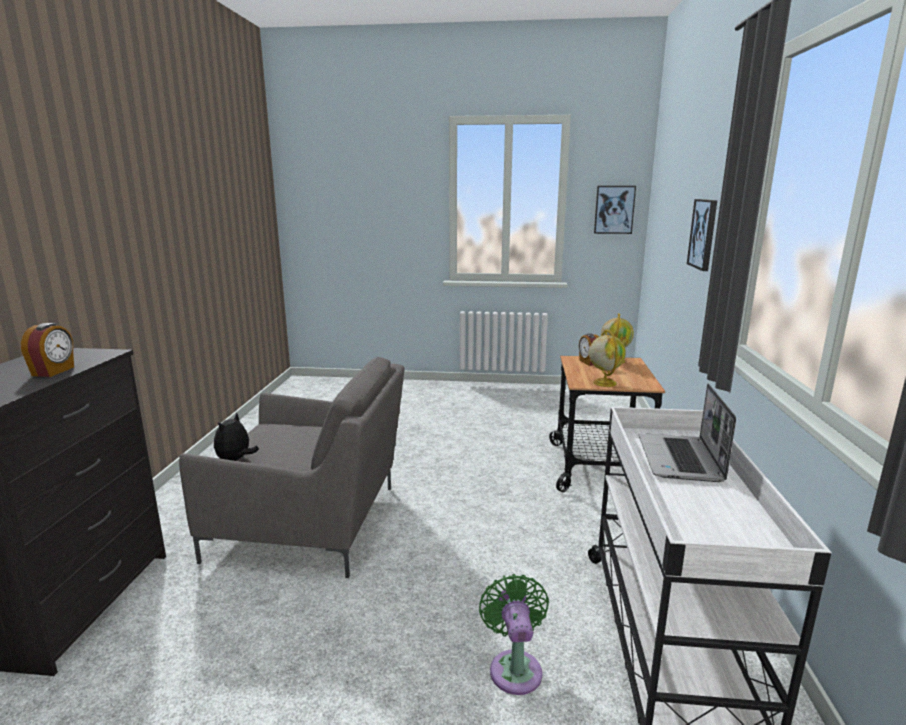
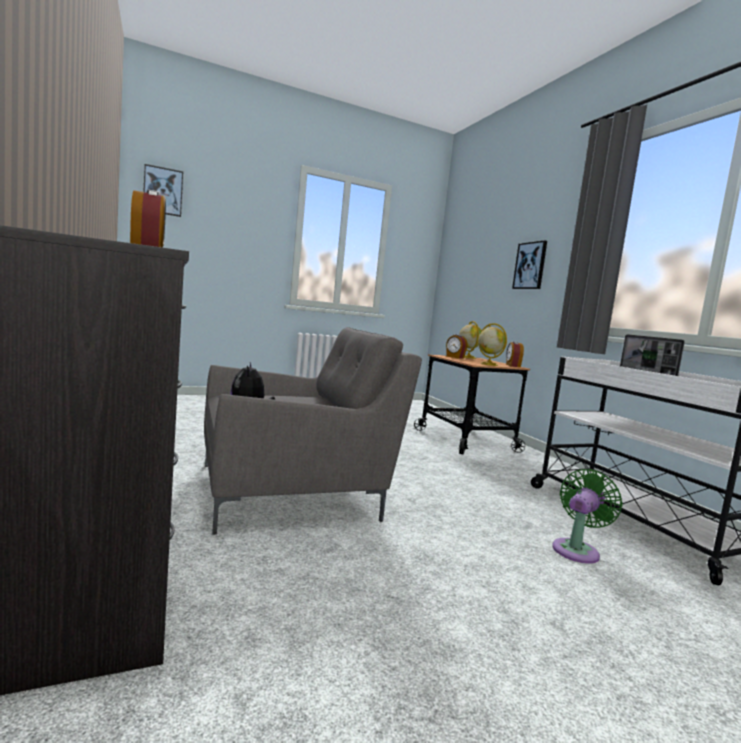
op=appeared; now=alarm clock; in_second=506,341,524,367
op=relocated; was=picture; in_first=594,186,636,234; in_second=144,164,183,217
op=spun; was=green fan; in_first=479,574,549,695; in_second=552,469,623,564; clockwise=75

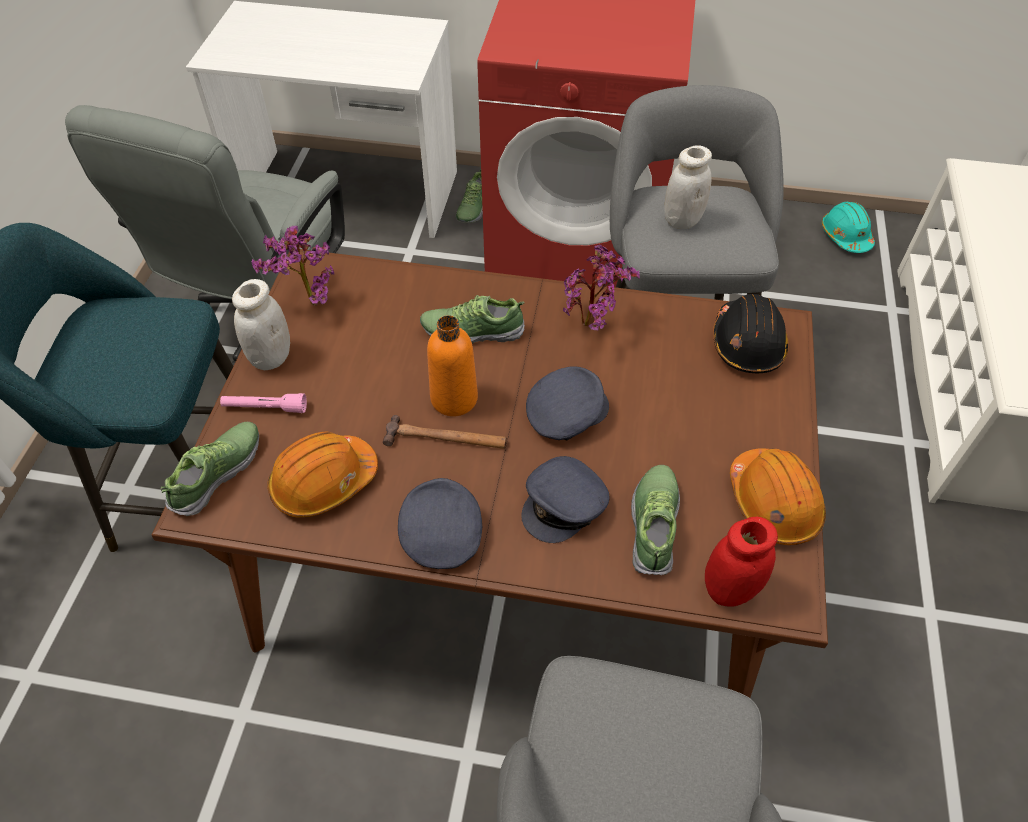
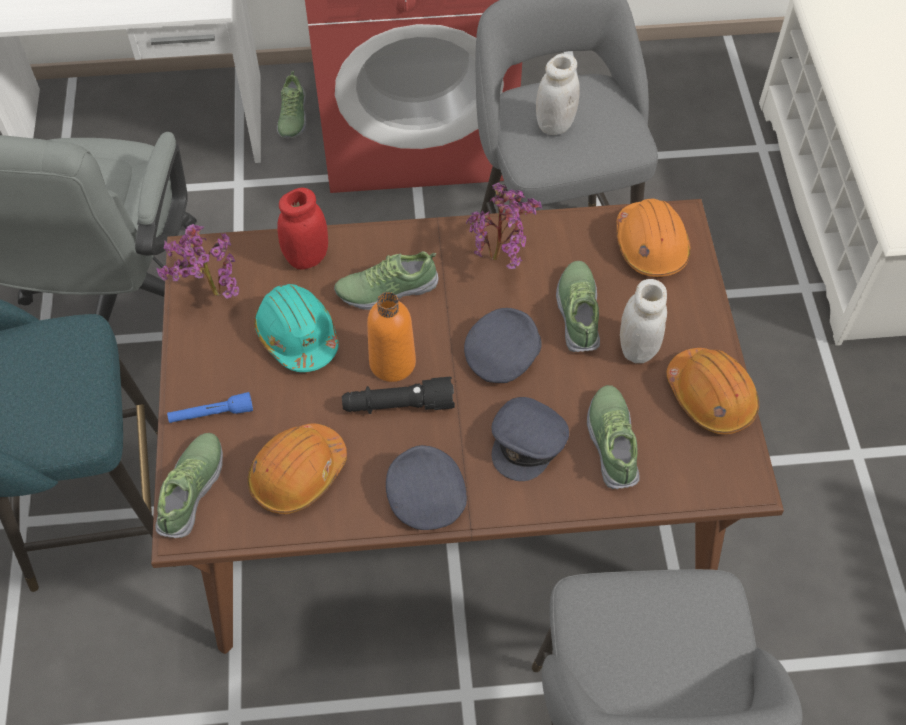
op=appeared; now=shoe; in_second=556,261,600,352
op=relocated; was=white jar; in_first=232,279,290,370; in_second=620,279,667,363
op=relocated; was=red jar; in_first=705,517,778,607; in_second=277,188,328,270
op=relocated; was=turquoise hard hat; in_first=822,202,875,253; in_second=254,284,339,372
op=exchanged; was=hammer; now=black flashlight; in_first=383,415,507,449; in_second=342,377,455,414
op=colour; was=pink flashlight; now=blue flashlight; in_first=220,393,307,413; in_second=167,392,253,423
op=colour; was=black hard hat; now=orange hard hat; in_first=713,294,789,373; in_second=617,199,691,277

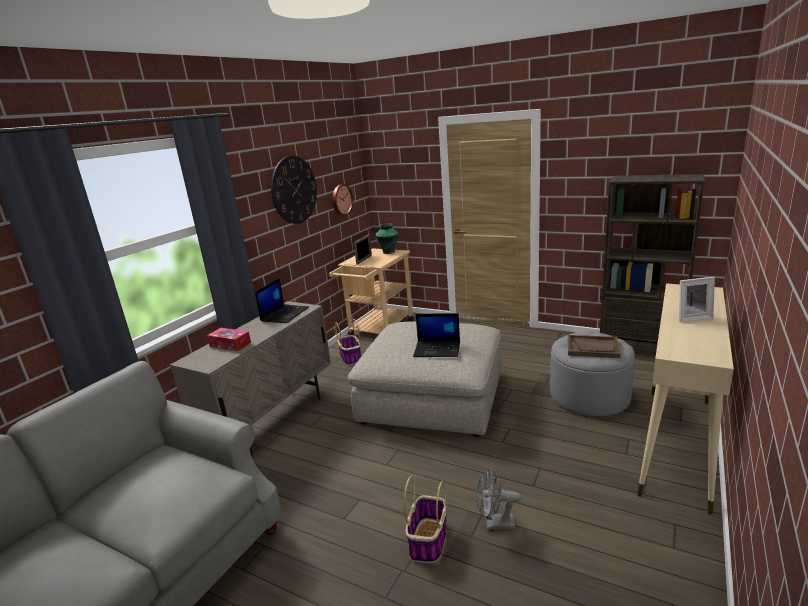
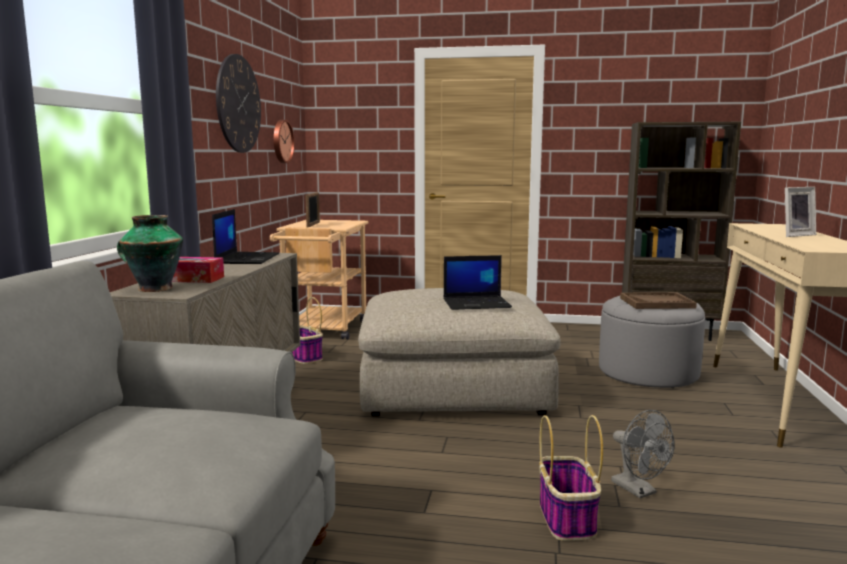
op=relocated; was=vase; in_first=374,224,398,254; in_second=117,215,183,292
op=spun; was=grey fan; in_first=476,468,521,529; in_second=611,410,675,498; clockwise=-105

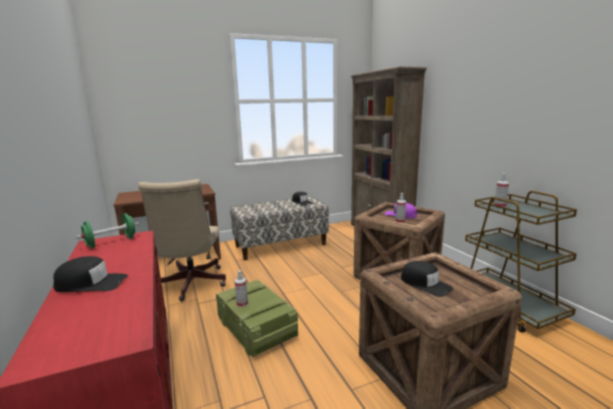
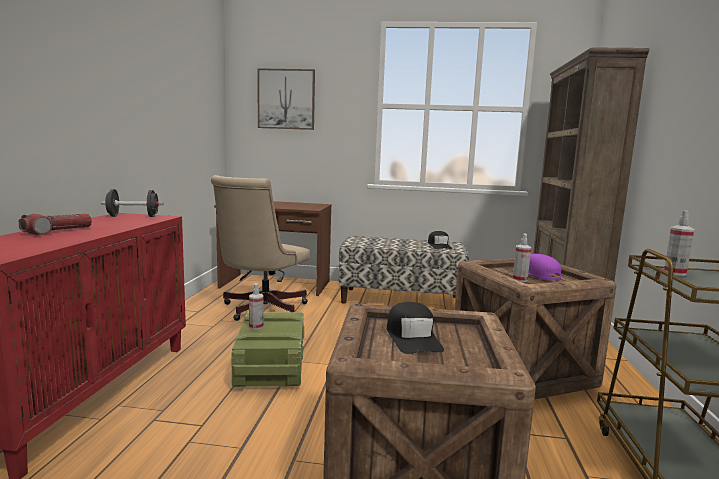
op=appeared; now=picture; in_second=257,68,315,130
op=exchanged; was=black cap; now=flashlight; in_first=53,256,128,292; in_second=19,214,92,235
op=colour; was=green dumbbell; now=black dumbbell; in_first=76,213,139,248; in_second=101,189,164,217

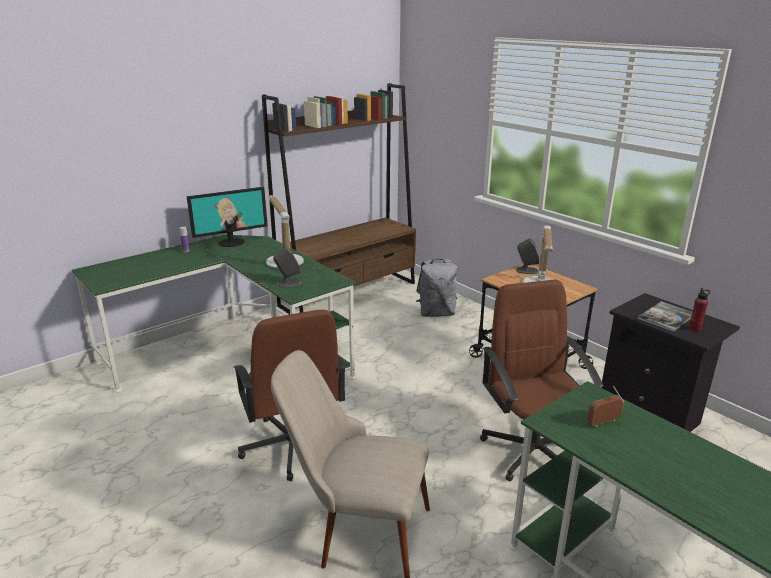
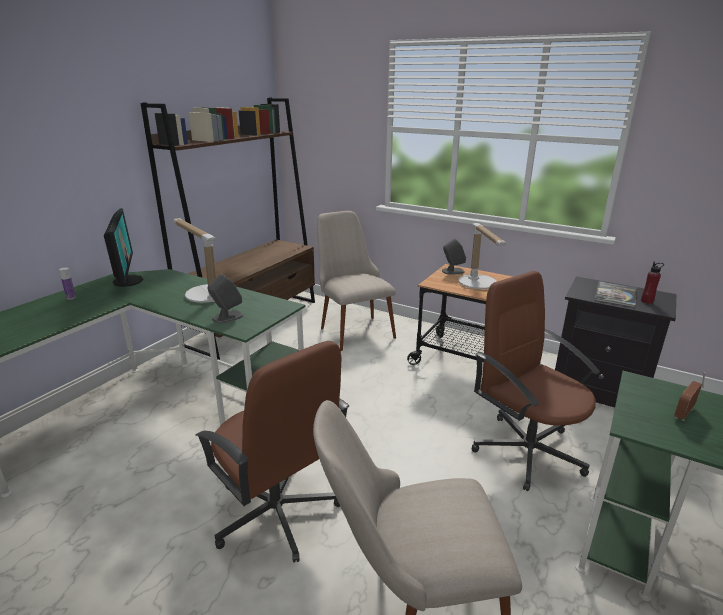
op=exchanged; was=grey backpack; now=beige chair; in_first=416,259,458,317; in_second=317,211,396,351
op=spun; was=monitor; in_first=186,187,268,247; in_second=104,208,143,287; clockwise=-60

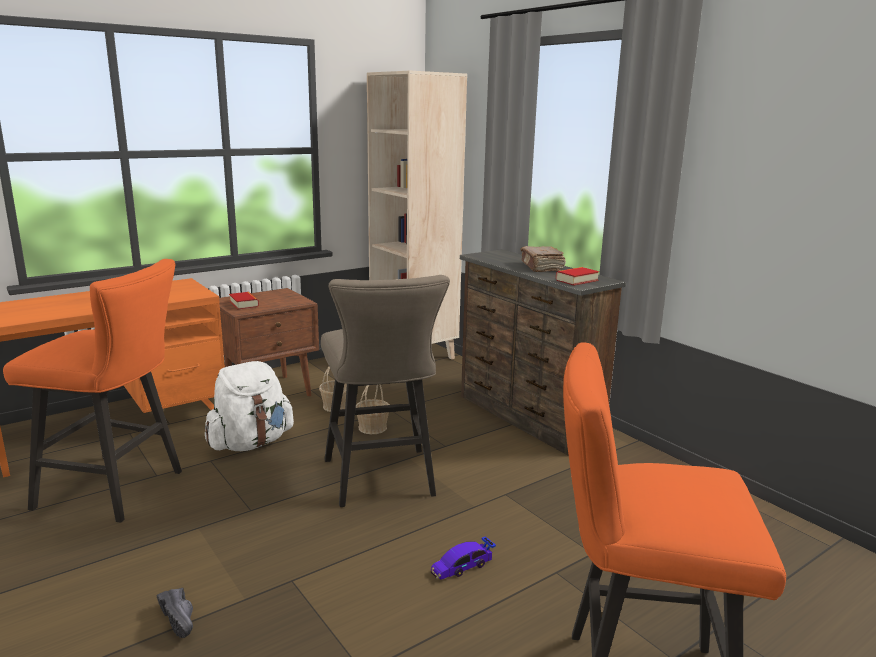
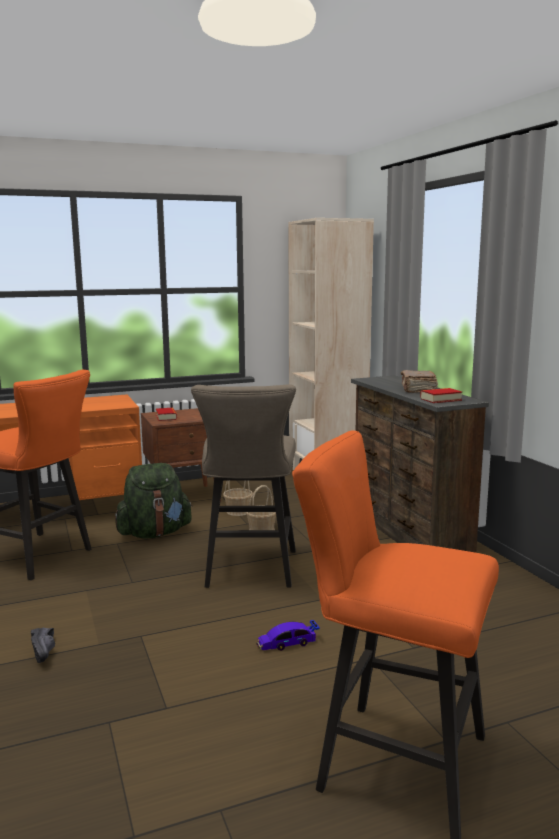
op=colour; was=white backpack; now=green backpack; in_first=205,361,294,451; in_second=115,463,193,538

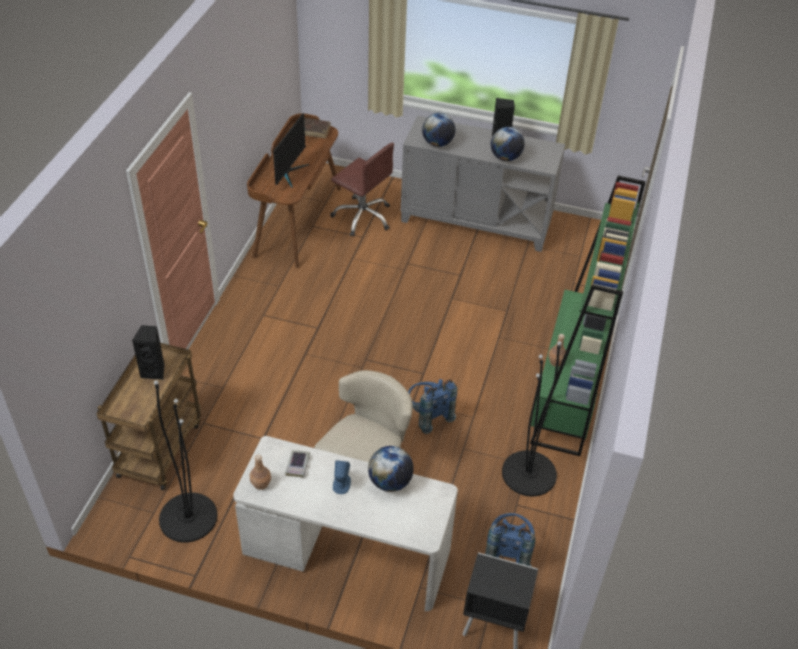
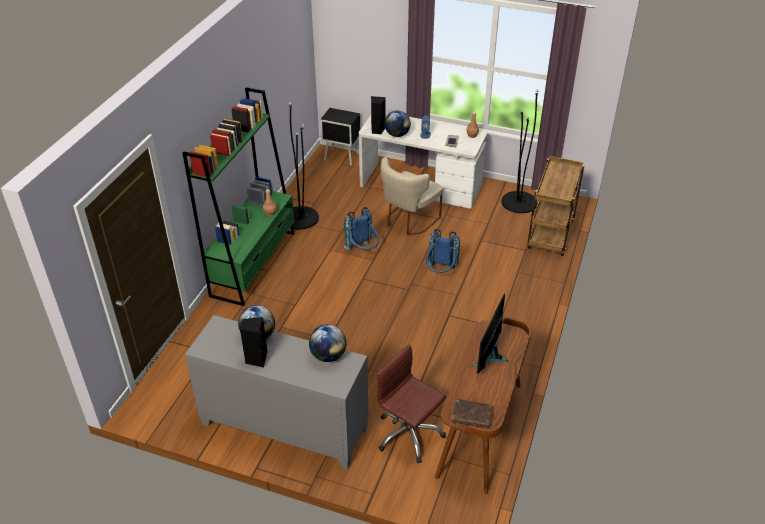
op=relocated; was=black speaker; in_first=132,325,165,380; in_second=371,96,386,134
op=relocated; was=blue backpack; in_first=485,513,535,567; in_second=426,229,460,273

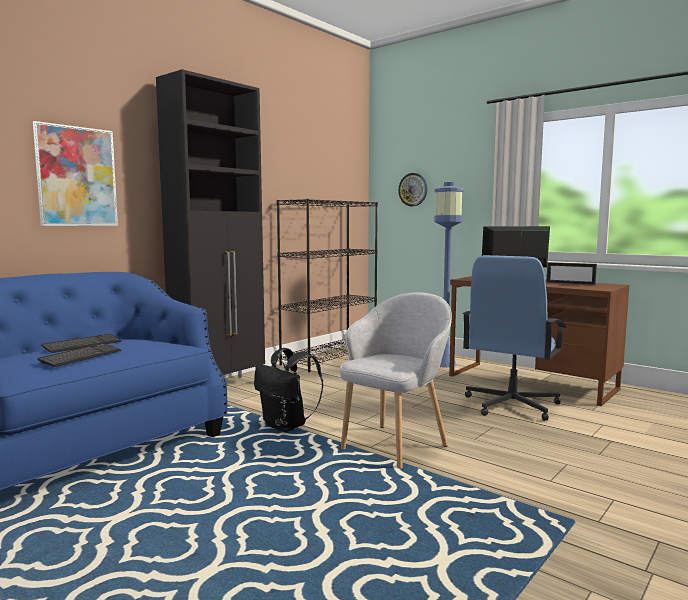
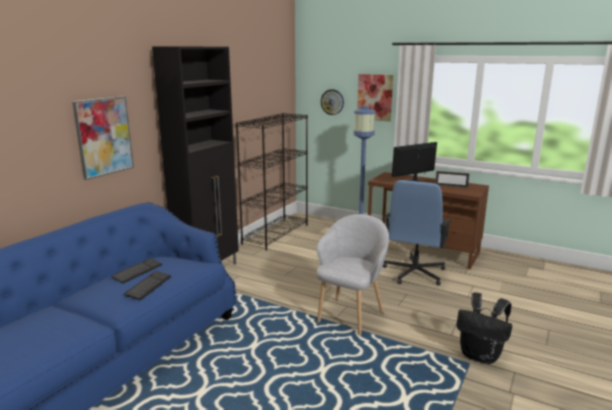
op=appeared; now=picture; in_second=357,74,393,122
op=relocated; was=black backpack; in_first=254,348,323,432; in_second=456,293,512,364

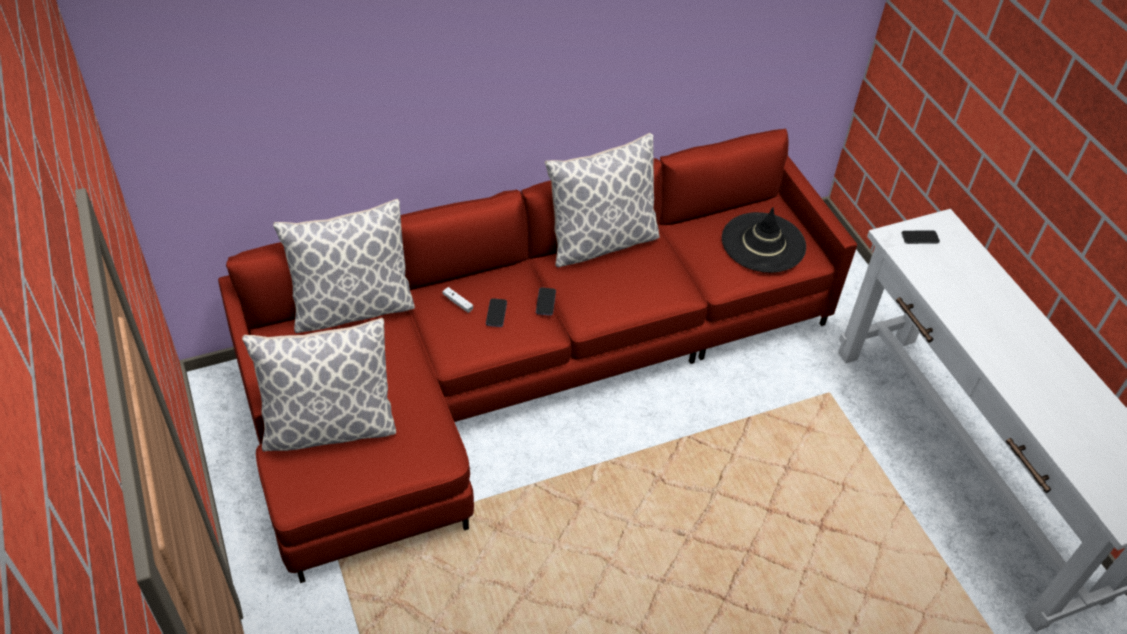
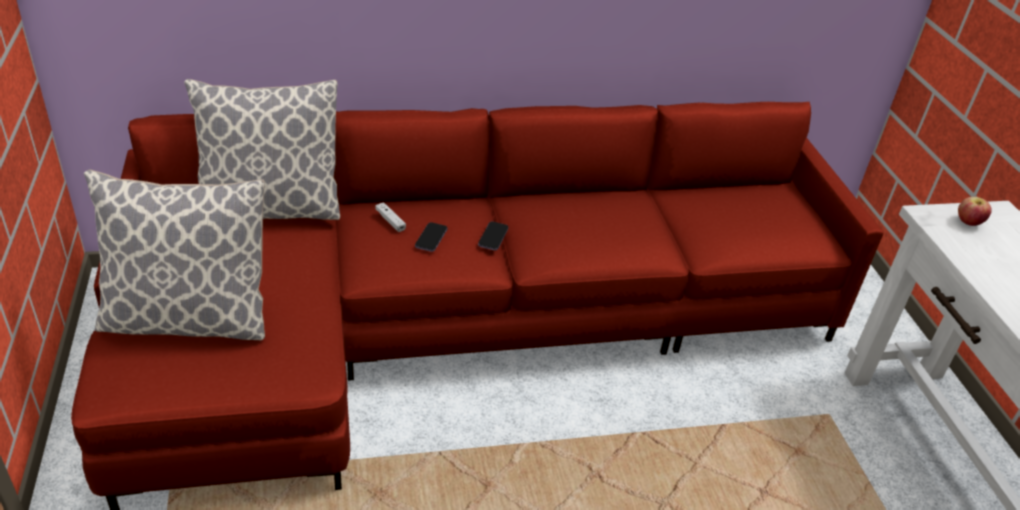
op=missing; was=pillow; in_first=545,133,660,268
op=missing; was=black hat; in_first=722,207,806,273
op=exchanged; was=phone; now=apple; in_first=901,230,940,244; in_second=958,197,992,226

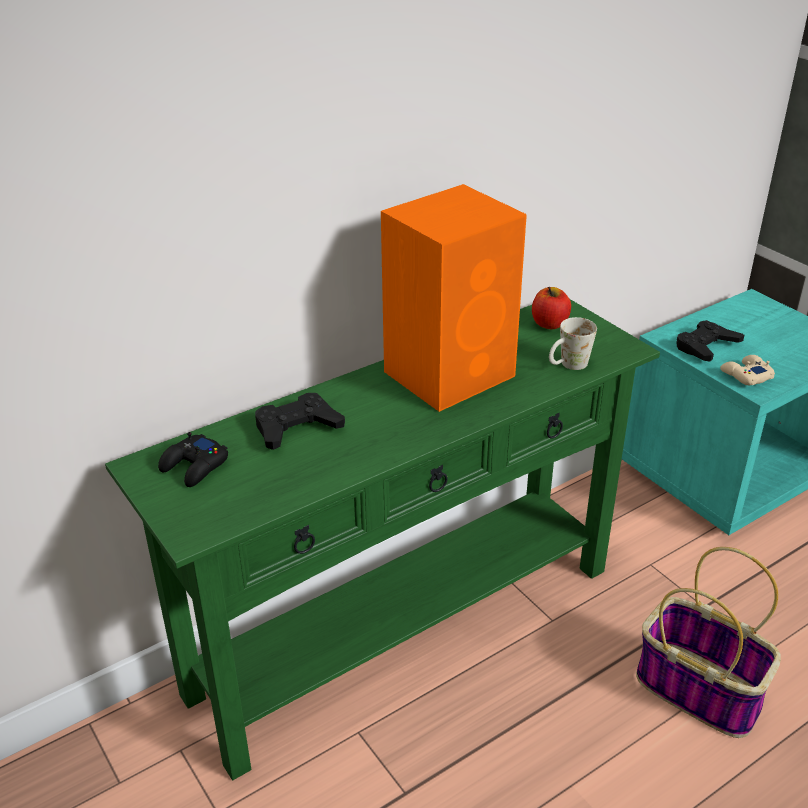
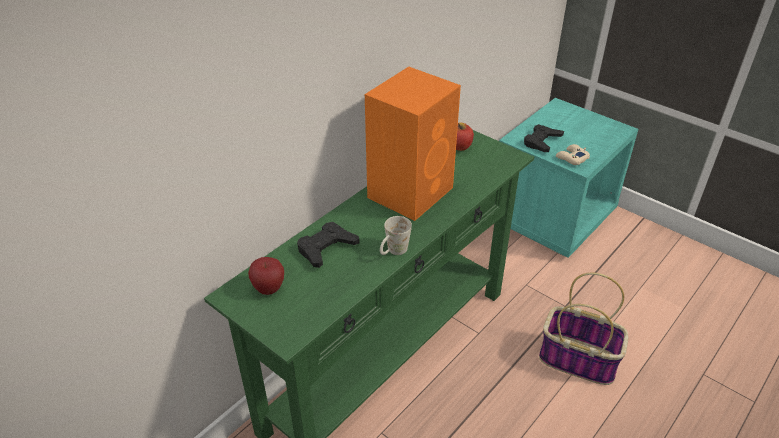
op=relocated; was=white mug; in_first=549,317,597,370; in_second=380,216,412,255
op=exchanged; was=black game controller; now=apple; in_first=158,432,228,487; in_second=248,257,284,295

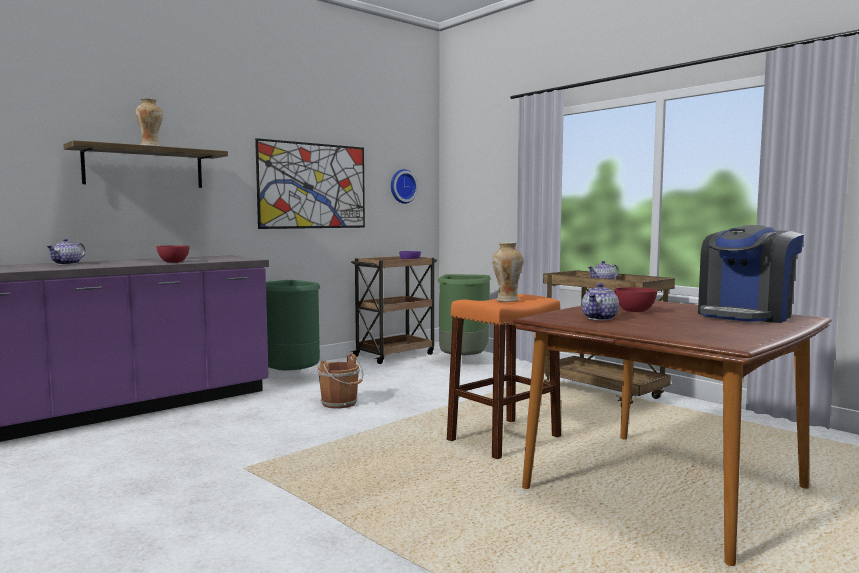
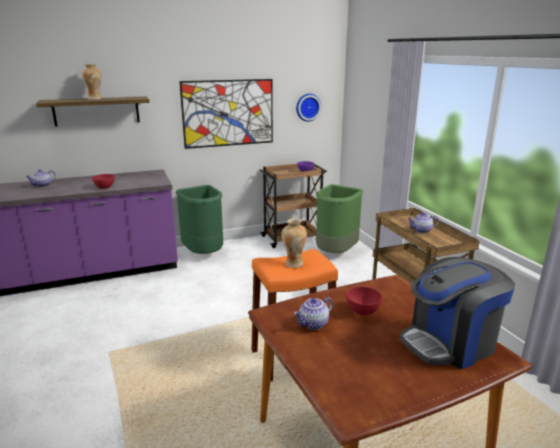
op=missing; was=brown bucket; in_first=318,354,363,409

